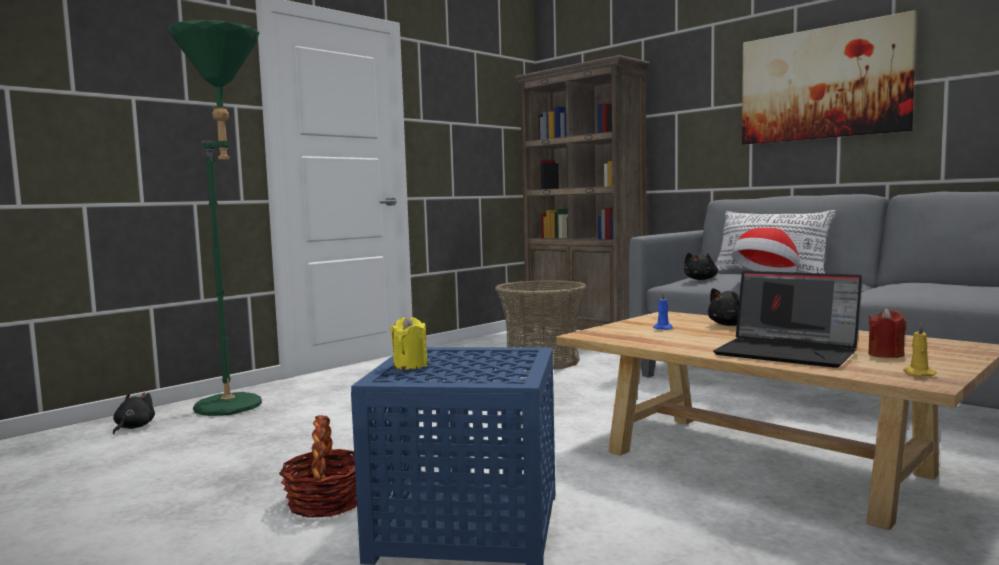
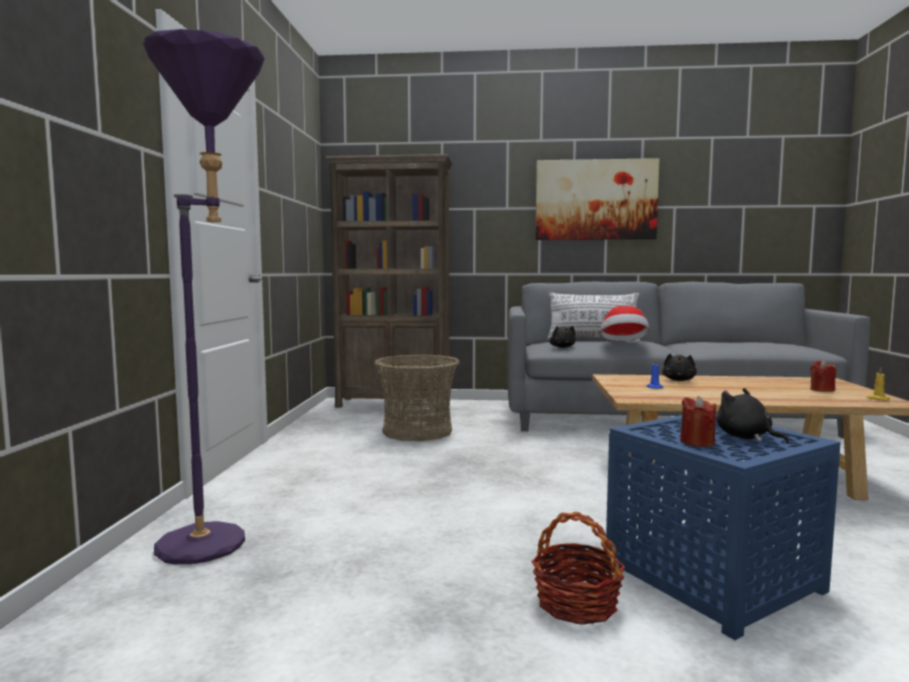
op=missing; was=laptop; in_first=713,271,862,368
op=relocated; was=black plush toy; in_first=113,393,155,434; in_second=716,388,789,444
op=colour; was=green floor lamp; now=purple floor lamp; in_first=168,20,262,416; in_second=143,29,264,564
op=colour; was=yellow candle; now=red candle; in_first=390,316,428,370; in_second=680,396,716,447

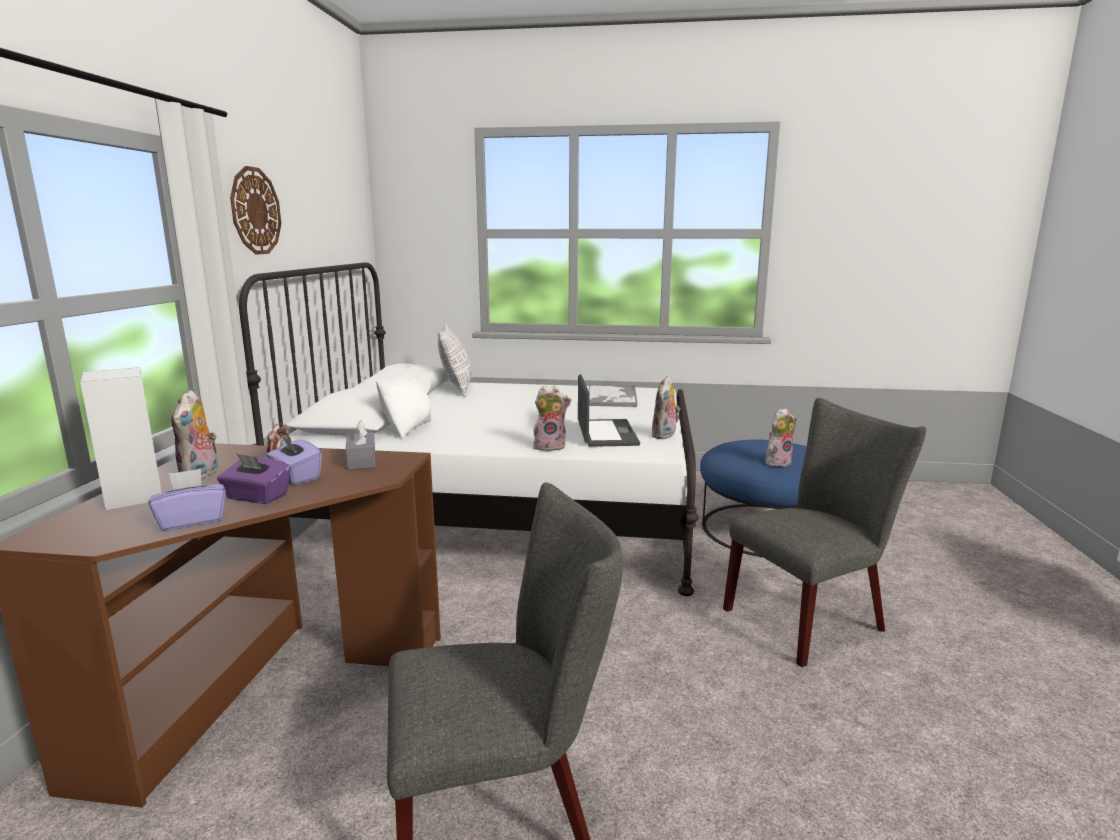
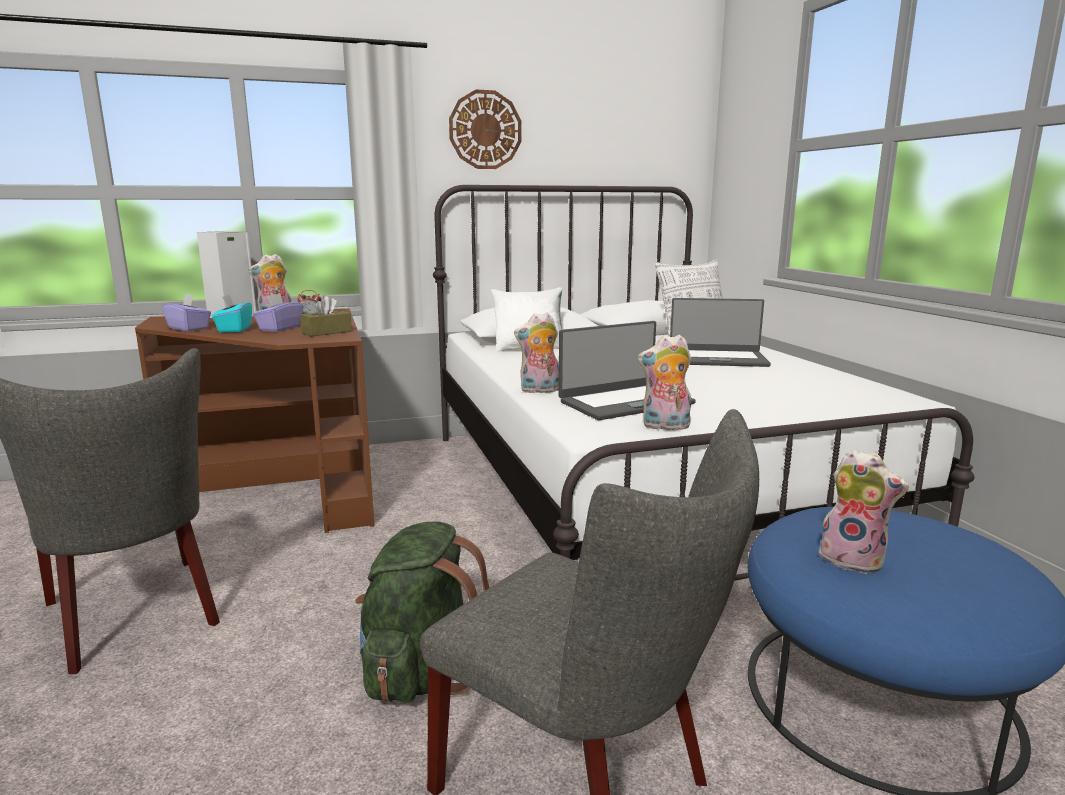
op=missing; was=tray; in_first=589,385,637,407
op=appeared; now=green backpack; in_second=355,522,490,703
op=appeared; now=laptop; in_second=670,298,771,367
op=colour; was=purple tissue box; now=turquoise tissue box; in_first=217,453,291,504; in_second=212,295,252,333
op=colour; was=grey tissue box; now=brown tissue box; in_first=345,420,376,470; in_second=300,295,352,337
op=spun; was=plush toy; in_first=533,385,572,451; in_second=514,313,559,393; clockwise=105

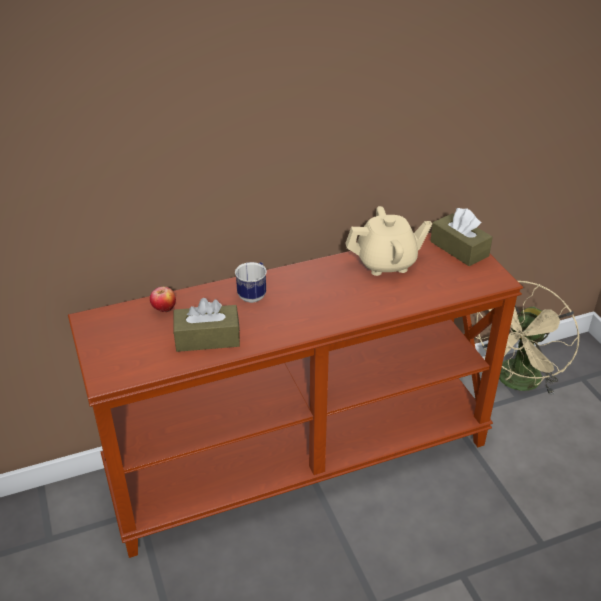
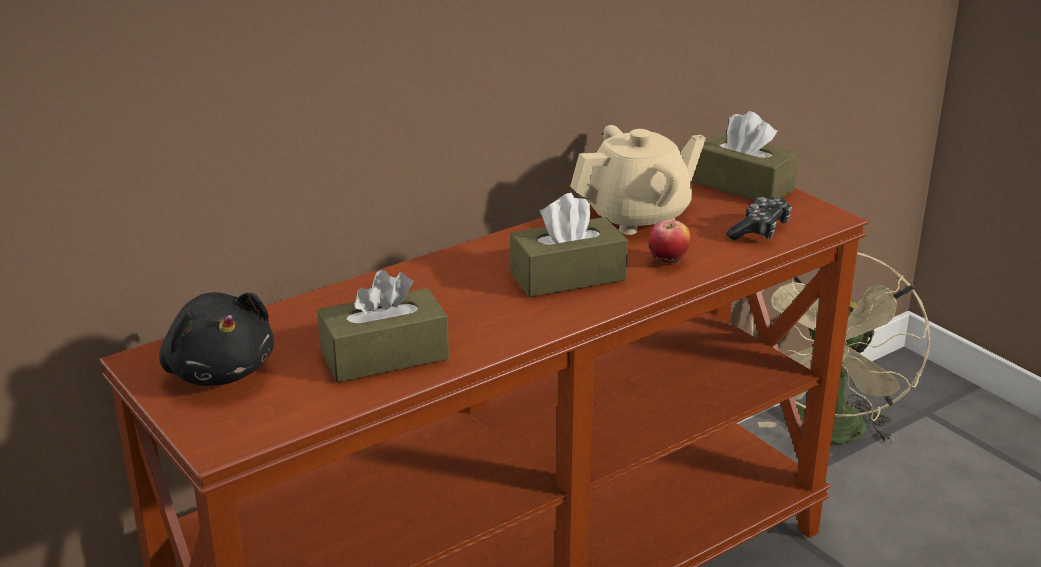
op=missing; was=mug; in_first=235,262,267,303
op=appeared; now=black plush toy; in_second=159,292,274,386
op=appeared; now=brown tissue box; in_second=510,193,628,297
op=appeared; now=game controller; in_second=726,197,792,240
op=relocated; was=apple; in_first=150,287,176,312; in_second=649,219,691,264

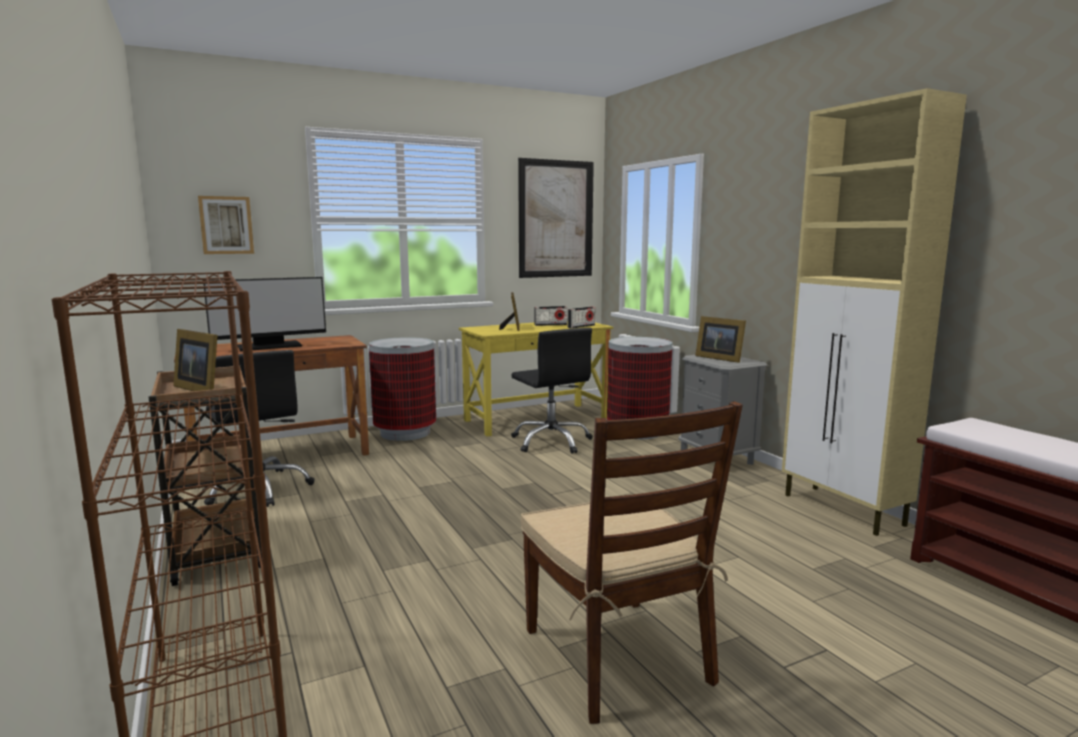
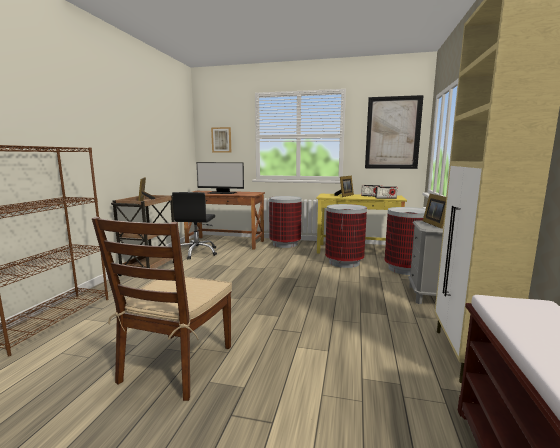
op=exchanged; was=black office chair; now=trash can; in_first=511,328,593,454; in_second=325,204,367,268

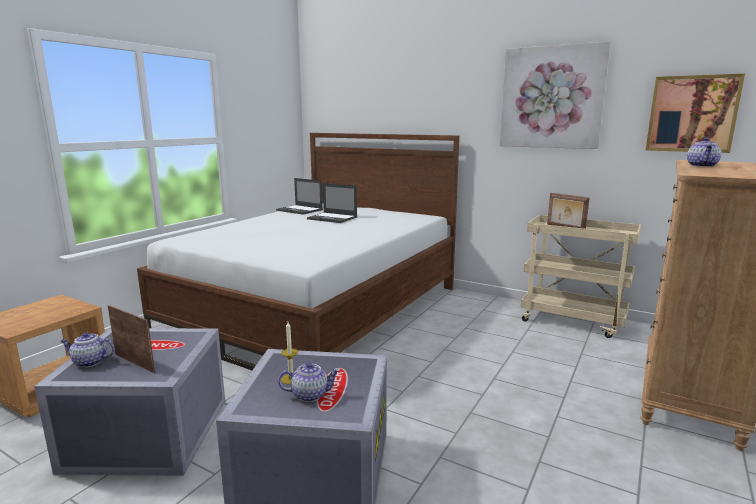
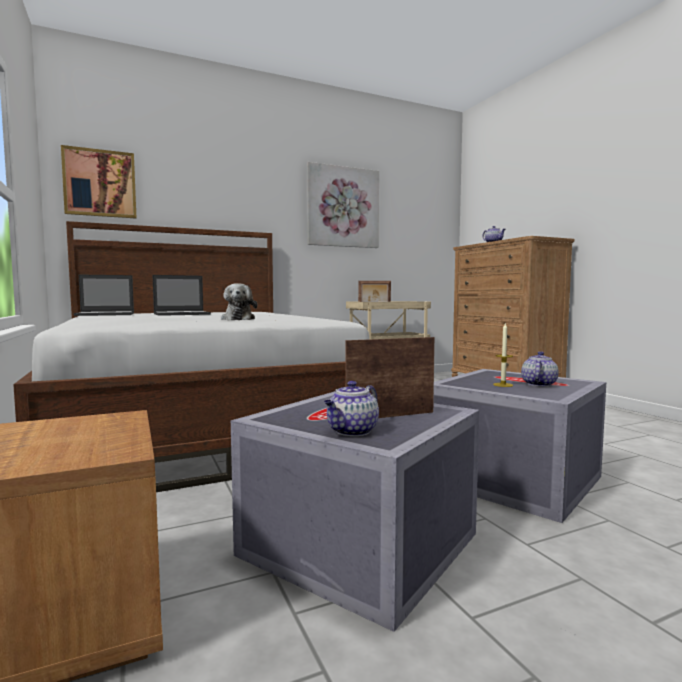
op=appeared; now=plush toy; in_second=221,283,257,320
op=relocated; was=picture; in_first=645,74,745,153; in_second=61,145,137,218

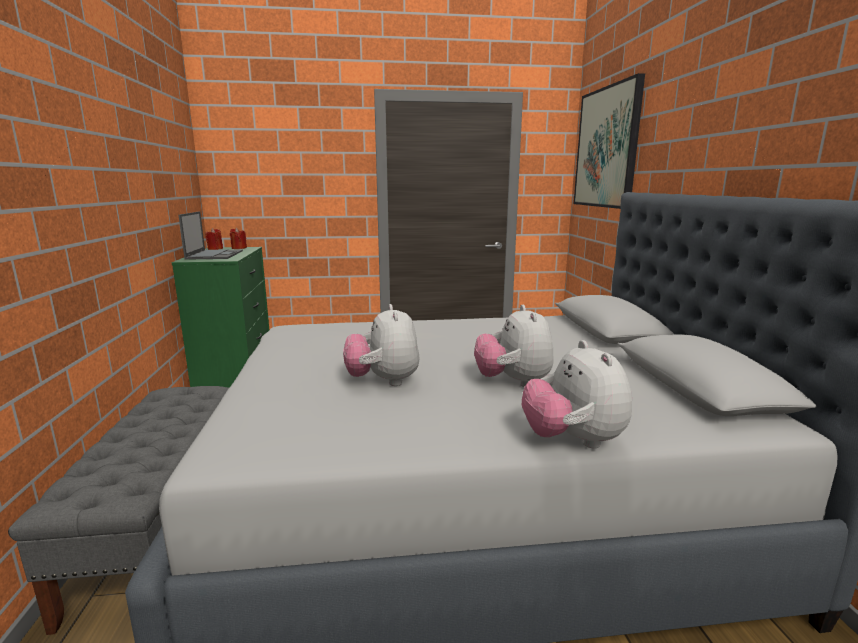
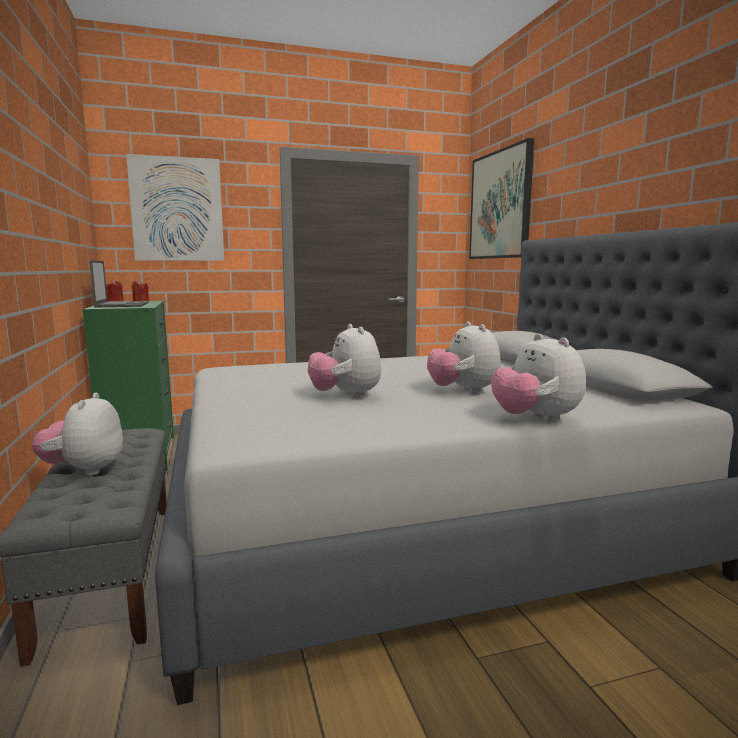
op=appeared; now=plush toy; in_second=32,393,123,475
op=appeared; now=picture; in_second=126,154,224,261

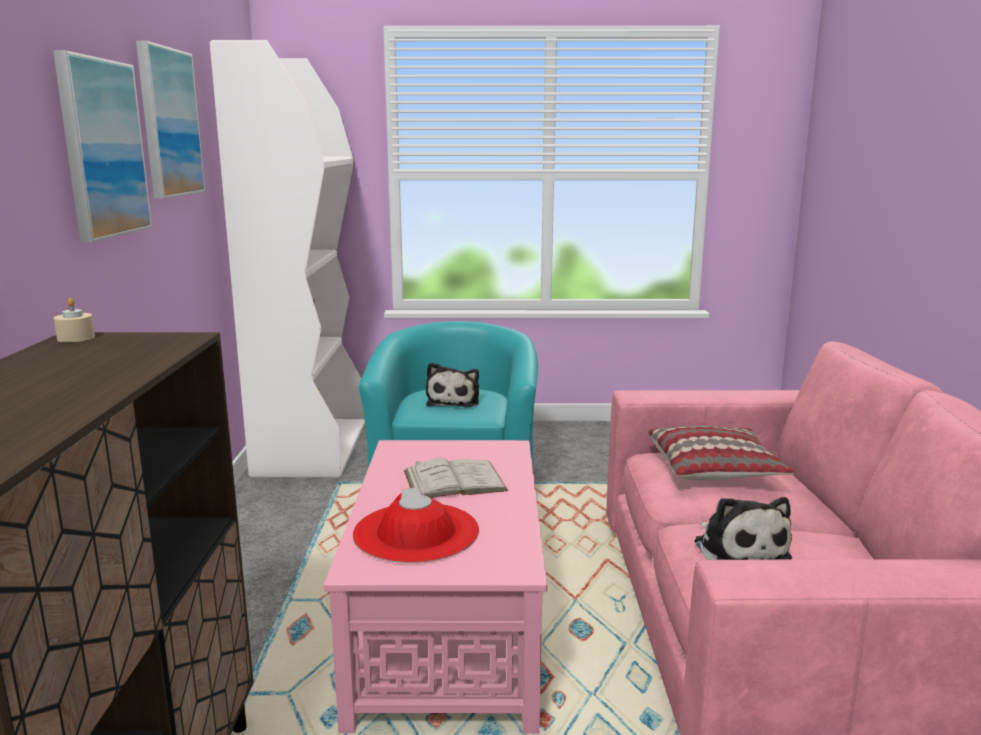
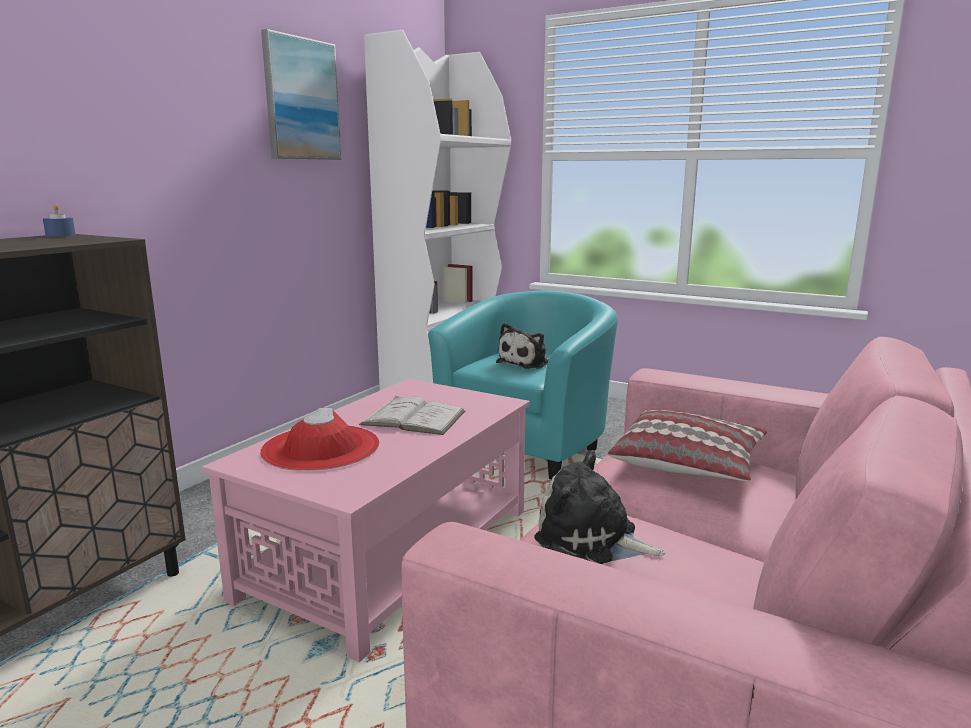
op=missing; was=picture; in_first=53,50,152,242
op=colour; was=beige candle; now=blue candle; in_first=54,298,95,342; in_second=43,204,76,237
op=spun; was=plush toy; in_first=694,497,792,560; in_second=534,450,665,564; clockwise=105

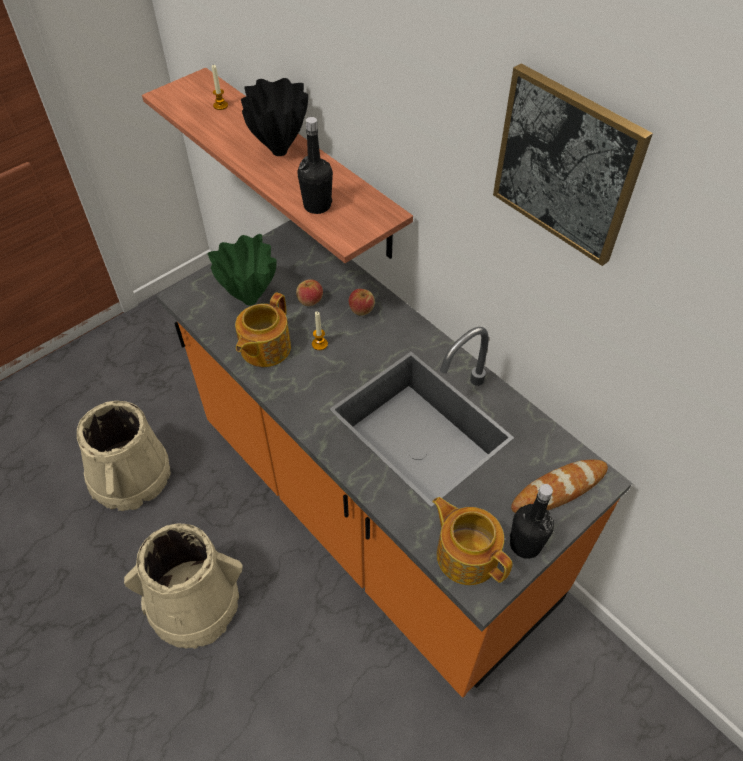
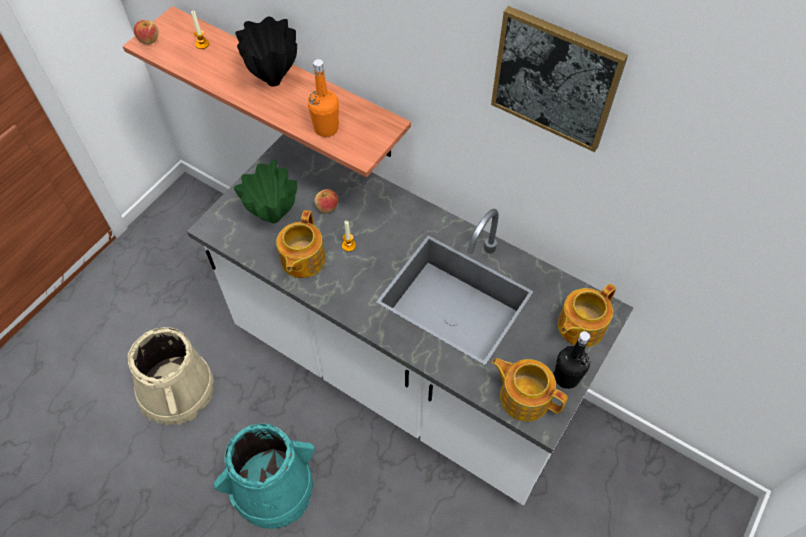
op=relocated; was=apple; in_first=349,289,375,316; in_second=134,20,159,45
op=exchanged; was=bread; now=teapot; in_first=511,460,608,513; in_second=558,284,616,347
op=colour; was=beige bucket; now=turquoise bucket; in_first=124,523,243,649; in_second=214,424,314,529
op=colour; was=orange counter; now=white counter; in_first=156,220,632,698; in_second=187,134,633,505
op=colour; was=black bottle; now=orange bottle; in_first=298,117,333,214; in_second=308,59,339,137

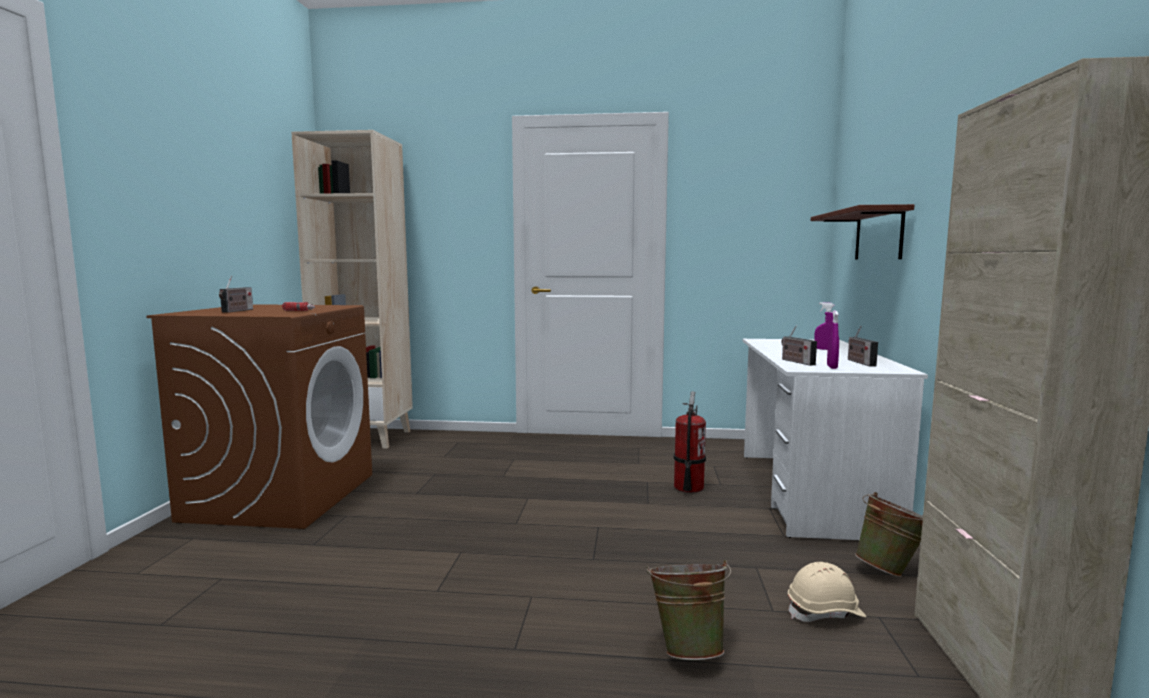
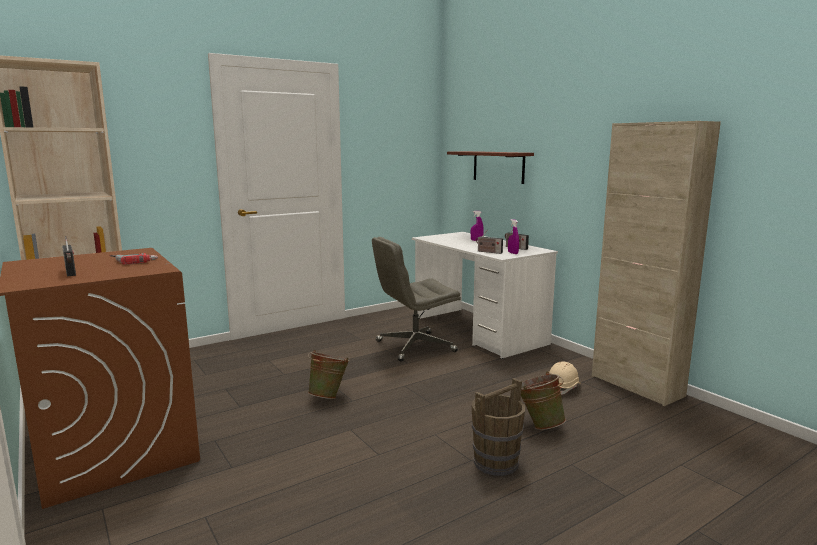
op=appeared; now=brown bucket; in_second=472,378,525,476
op=relocated; was=green bucket; in_first=855,492,923,577; in_second=308,350,350,399
op=exchanged; was=fire extinguisher; now=grey office chair; in_first=674,391,706,493; in_second=372,237,461,362

